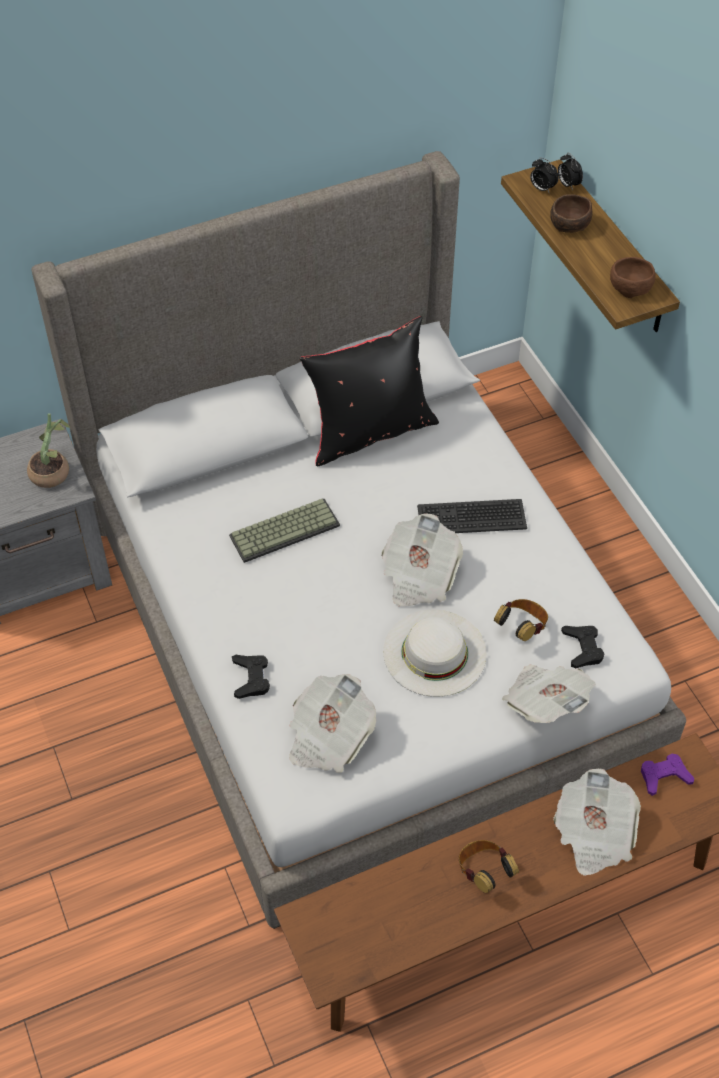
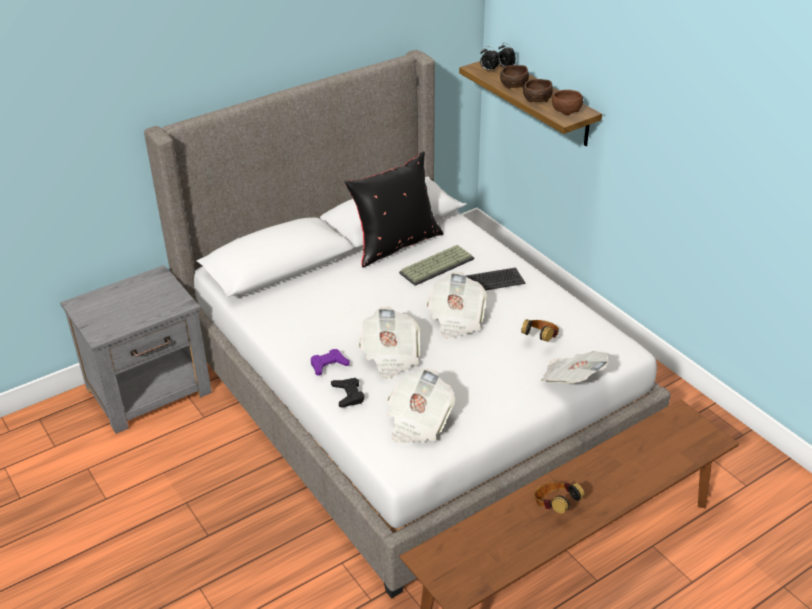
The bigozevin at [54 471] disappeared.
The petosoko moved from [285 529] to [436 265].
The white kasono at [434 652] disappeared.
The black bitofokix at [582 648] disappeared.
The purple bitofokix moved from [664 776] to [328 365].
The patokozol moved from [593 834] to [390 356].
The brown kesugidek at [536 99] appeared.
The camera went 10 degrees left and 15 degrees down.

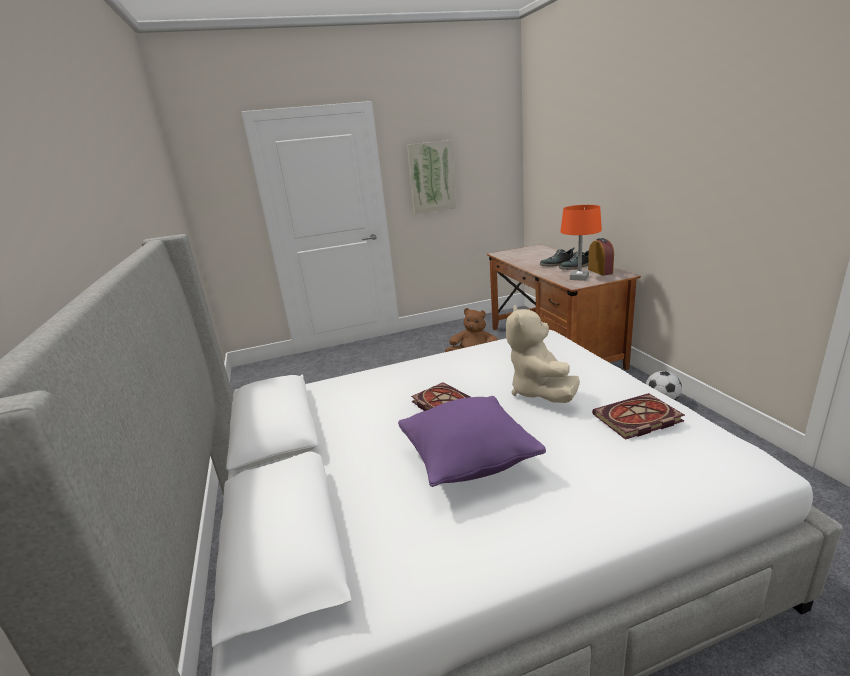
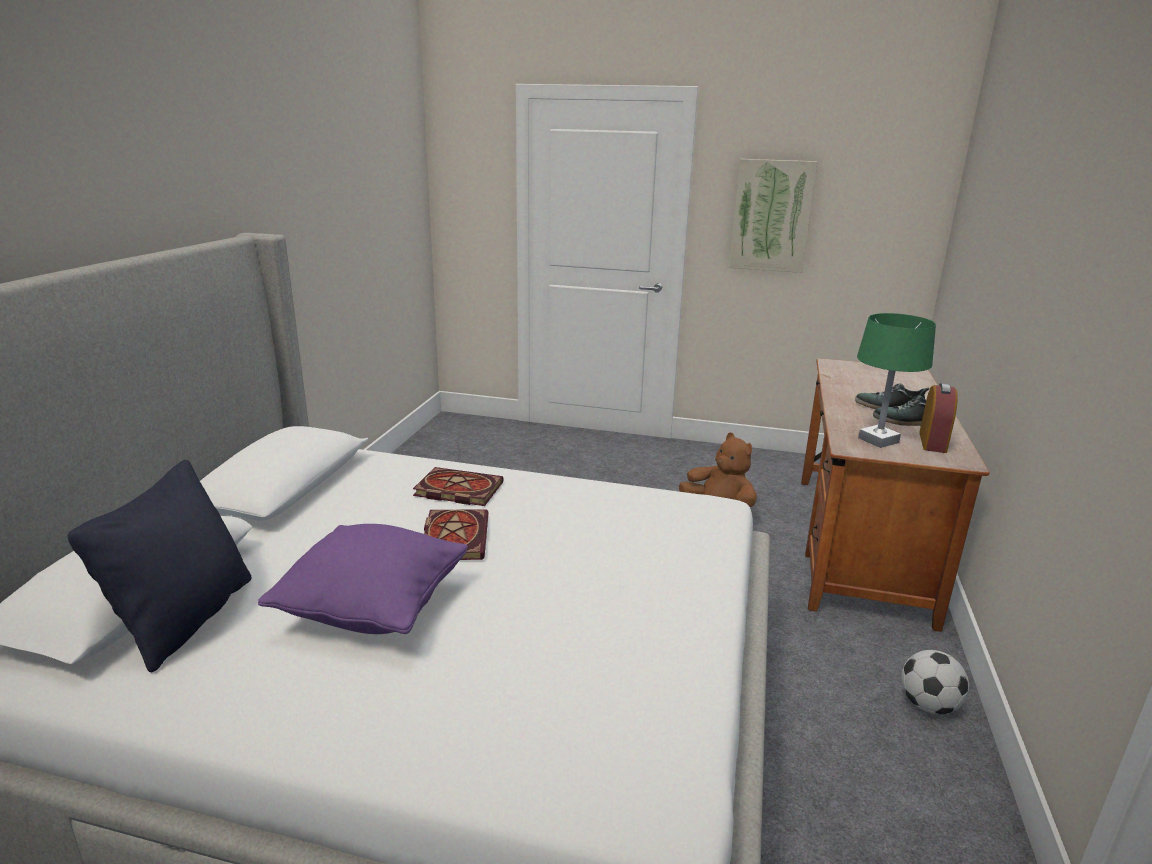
The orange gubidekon at [579 278] became the green gubidekon at [878 440].
The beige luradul at [539 392] disappeared.
The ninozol moved from [636 419] to [456 490].
The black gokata at [186 619] appeared.
The camera went 30 degrees right and 0 degrees up.

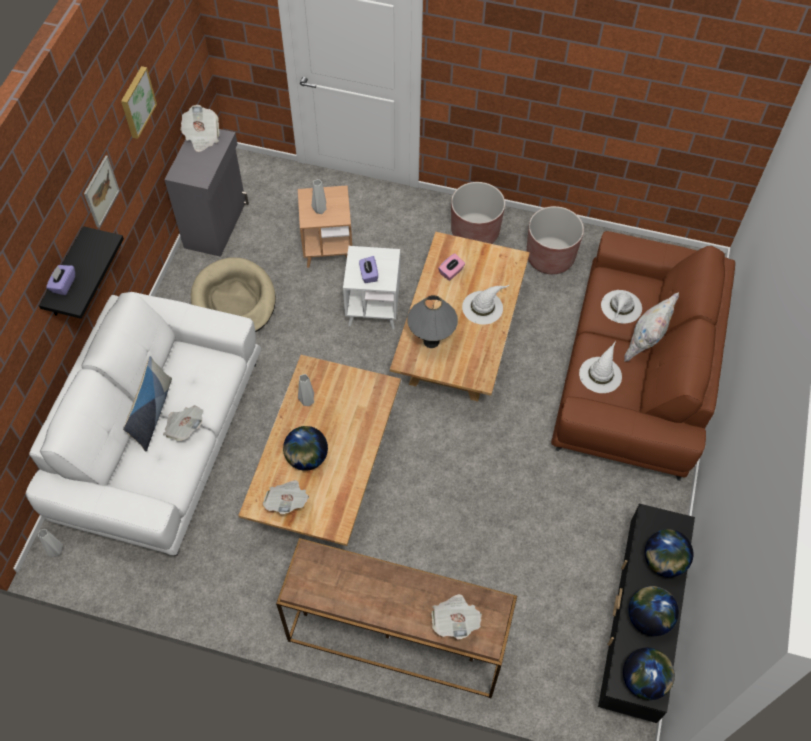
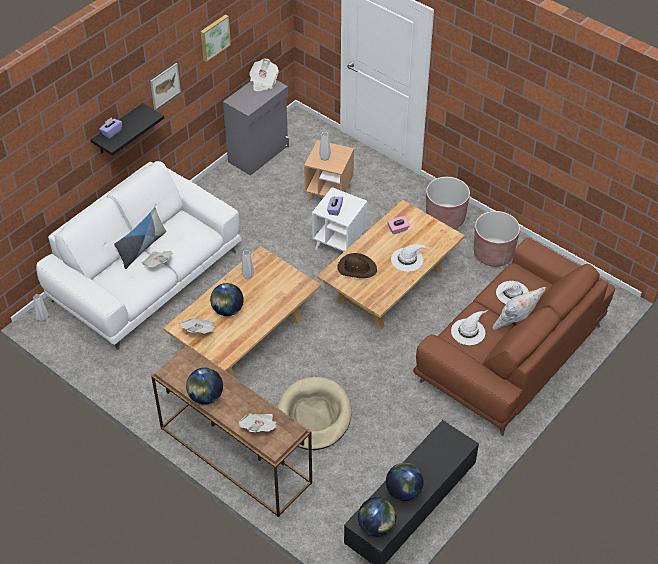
The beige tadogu moved from [234 301] to [314 416].
The grey gubidekon at [431 341] was replaced by the brown kasono at [356 268].
The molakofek moved from [663 561] to [205 396].
The camera went 25 degrees right and 10 degrees down.

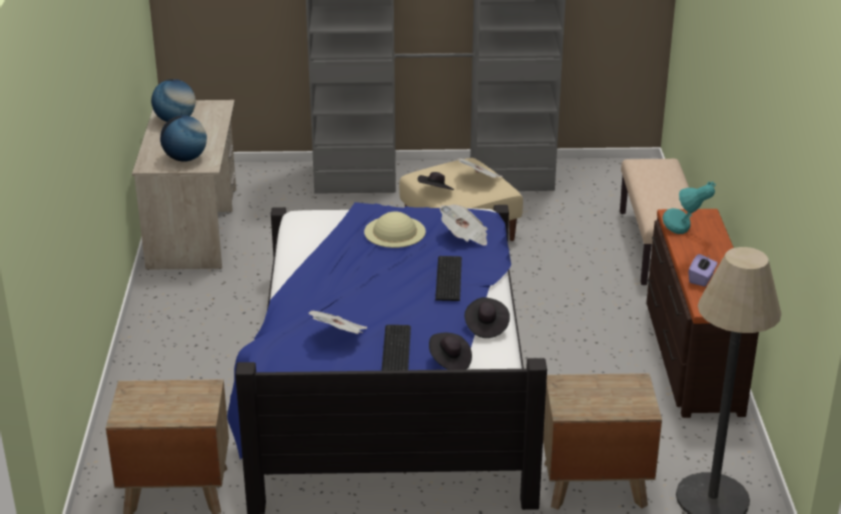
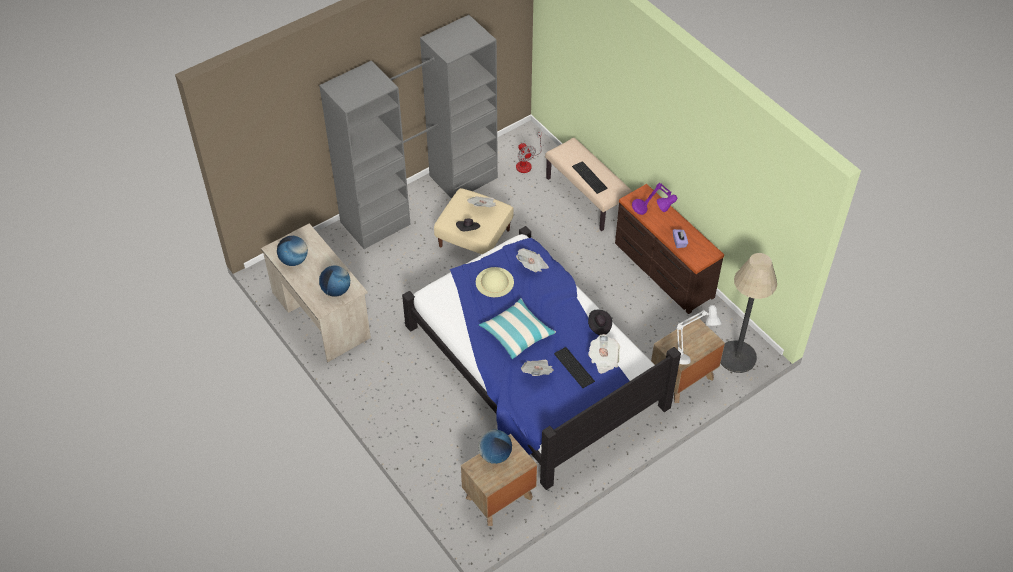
The turquoise gubidekon at [686 241] became the purple gubidekon at [652 217].
The petosoko moved from [447 279] to [589 178].
The black kasono at [449 361] was replaced by the patokozol at [603 359].
The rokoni at [526 163] appeared.
The gokata at [517 333] appeared.
The grey gubidekon at [691 351] appeared.
The molakofek at [495 455] appeared.
The camera went 35 degrees left and 20 degrees up.

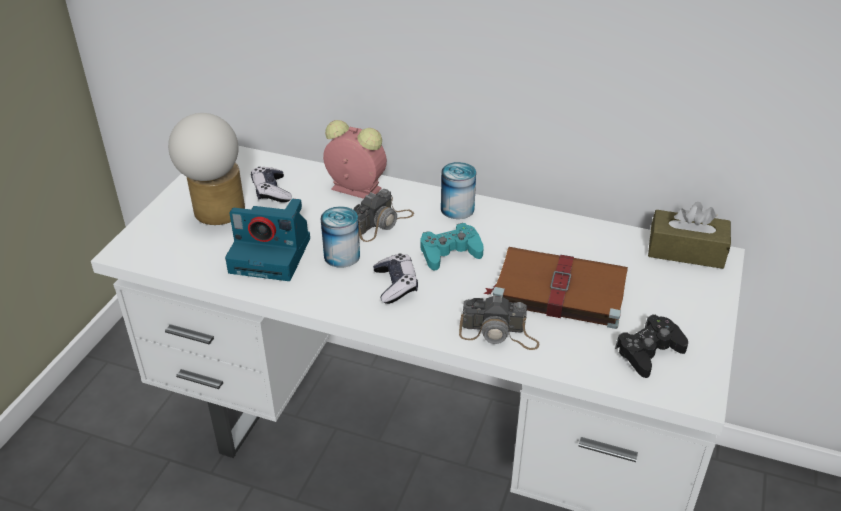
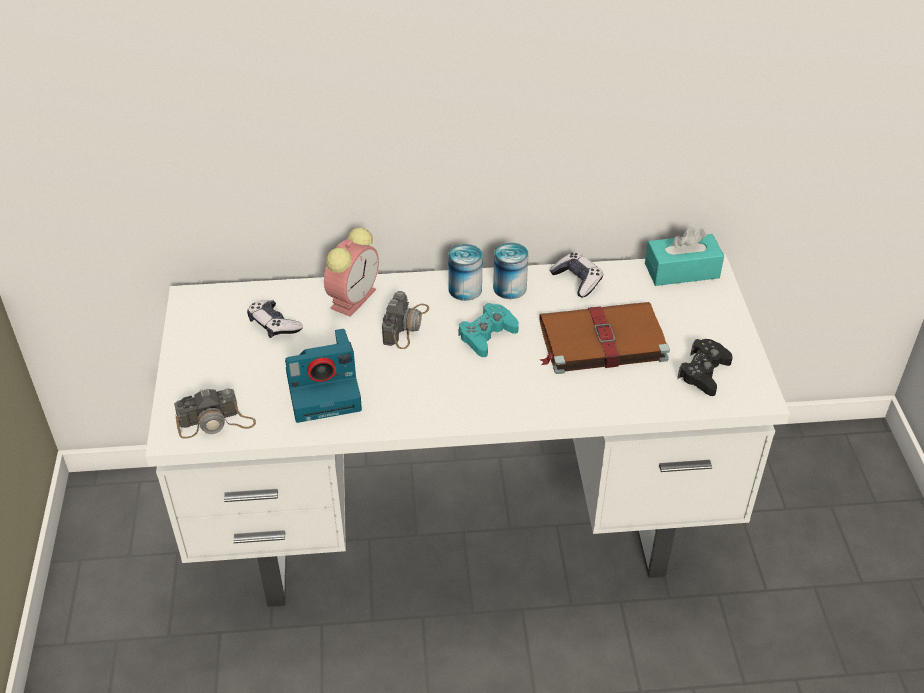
The gubidekon at [216 215] disappeared.
The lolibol at [354 189] turned 120 degrees clockwise.
The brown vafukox at [686 251] became the turquoise vafukox at [681 271].
The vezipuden moved from [342 256] to [510 288].
The bitofokix moved from [396 285] to [577 280].
The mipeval moved from [499 334] to [216 423].
The camera went 25 degrees left and 5 degrees up.

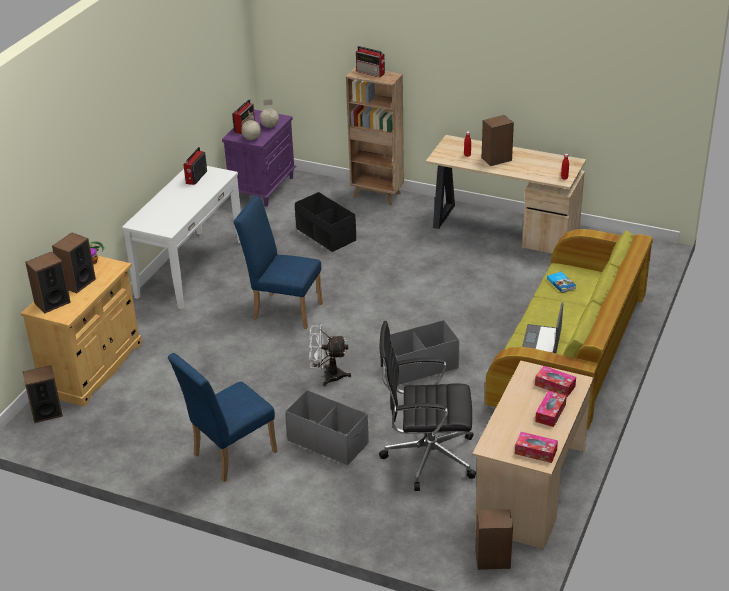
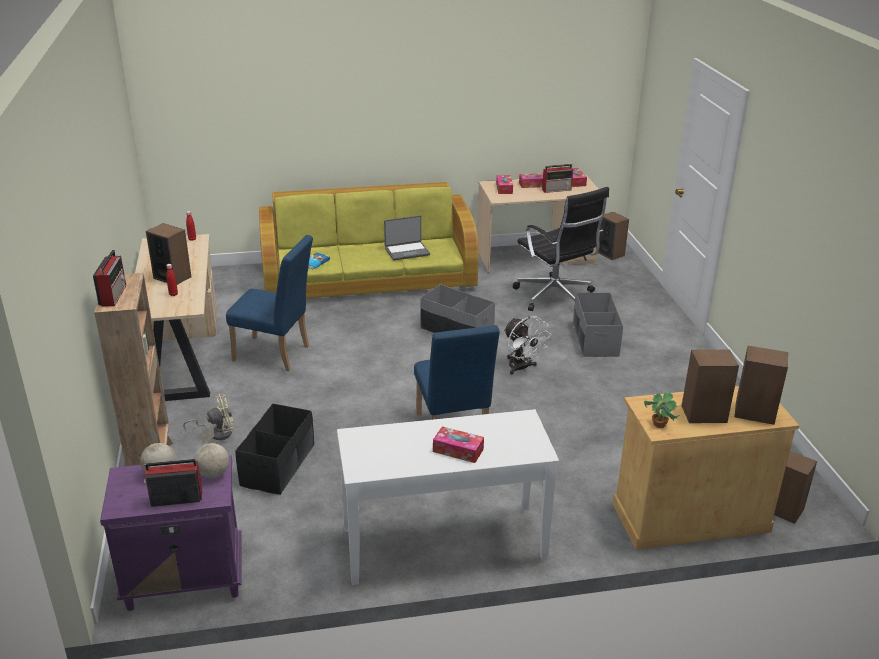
The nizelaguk moved from [196 177] to [557 189].
The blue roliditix moved from [229 455] to [276 354].
The beige rokoni at [217 433] appeared.
The vafukox at [458 450] appeared.
The camera went 125 degrees left and 5 degrees down.

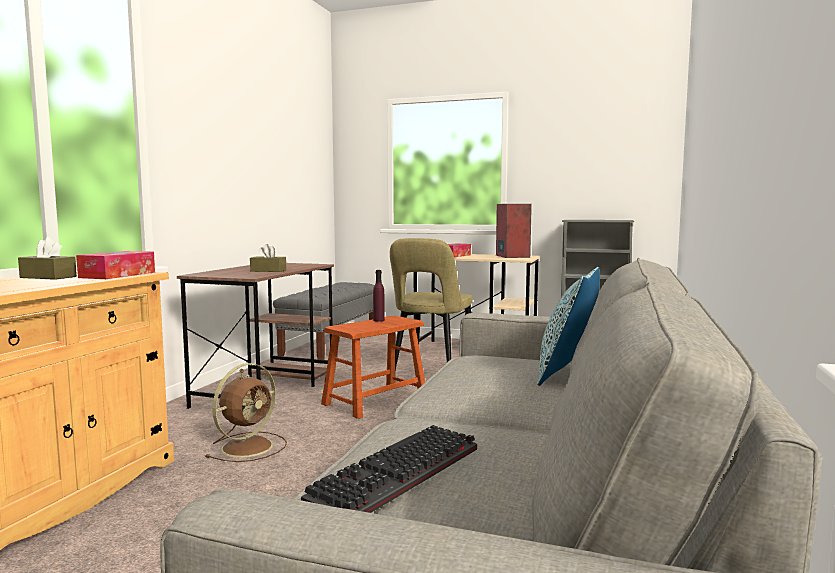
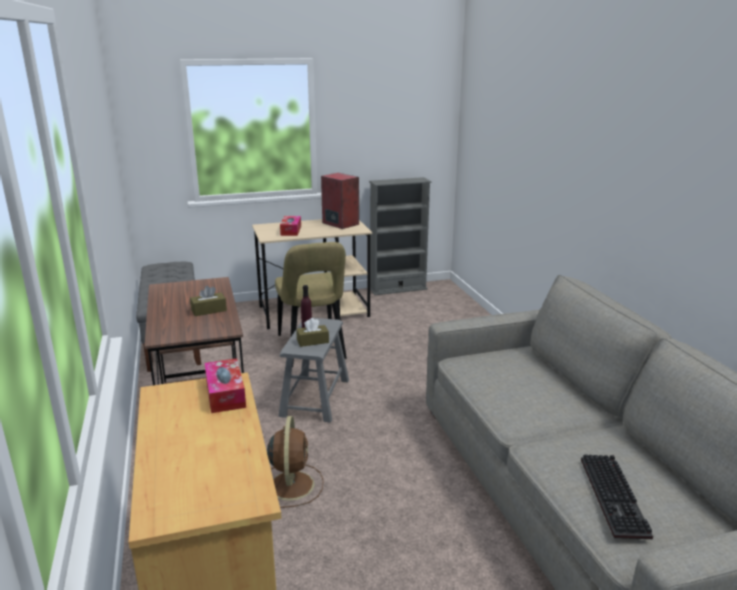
The brown vafukox moved from [48 277] to [312 341].
The gokata at [567 373] disappeared.
The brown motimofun at [375 400] became the grey motimofun at [315 397].
The camera went 35 degrees left and 15 degrees up.

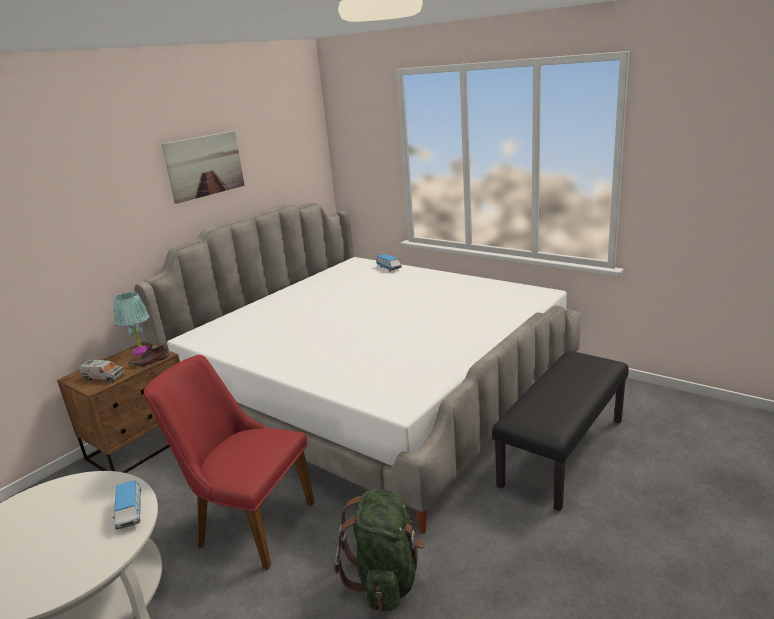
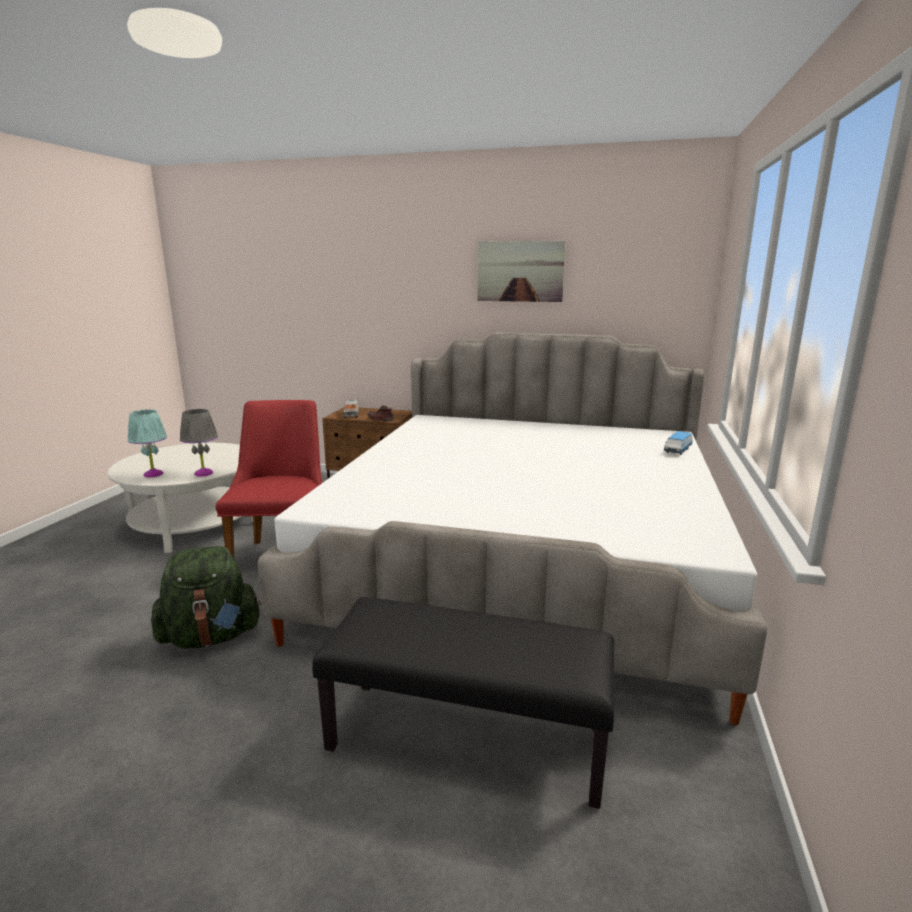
The turquoise gubidekon moved from [140 351] to [153 474].
The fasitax at [130 513] was replaced by the grey gubidekon at [204 473].
The camera went 65 degrees right and 5 degrees down.

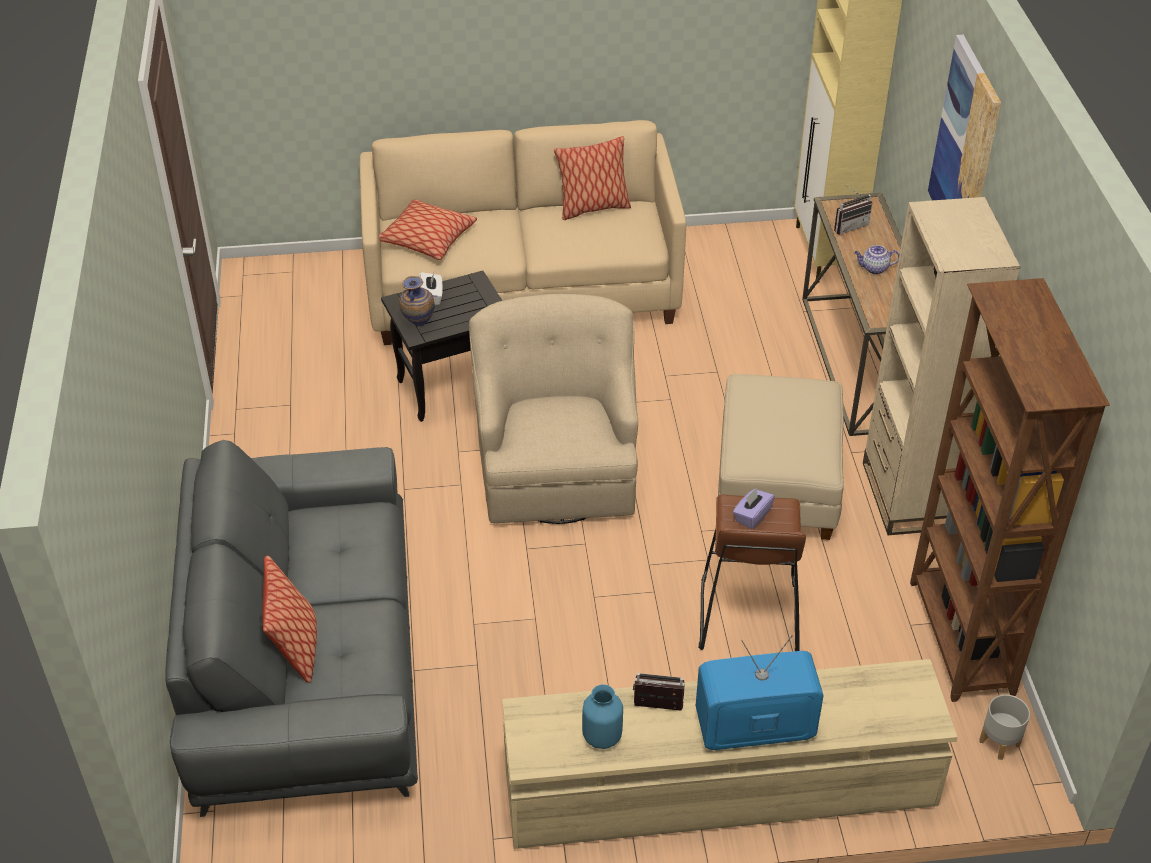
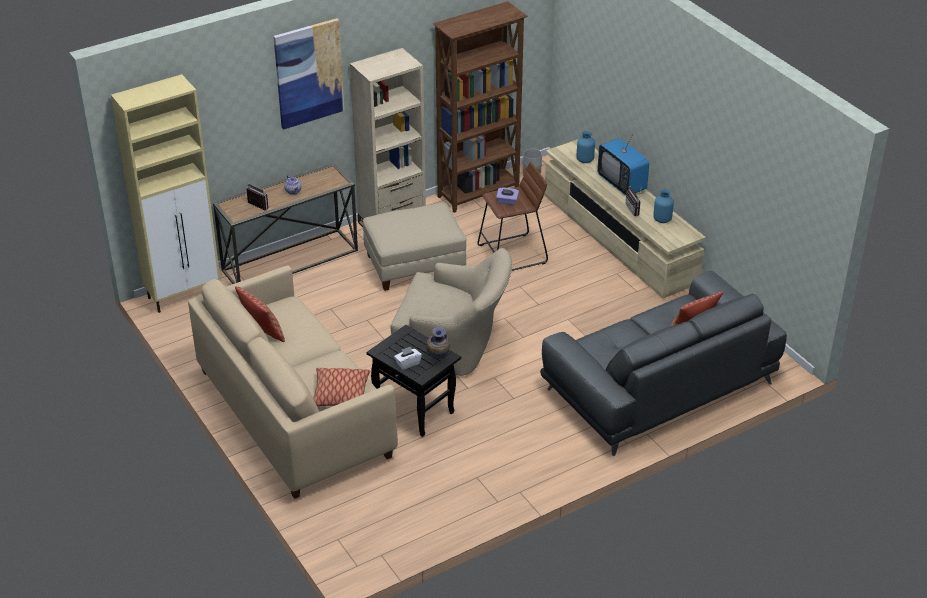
The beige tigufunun at [556 467] turned 135 degrees counterclockwise.
The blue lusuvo at [584 160] appeared.
The camera went 115 degrees left and 5 degrees down.

